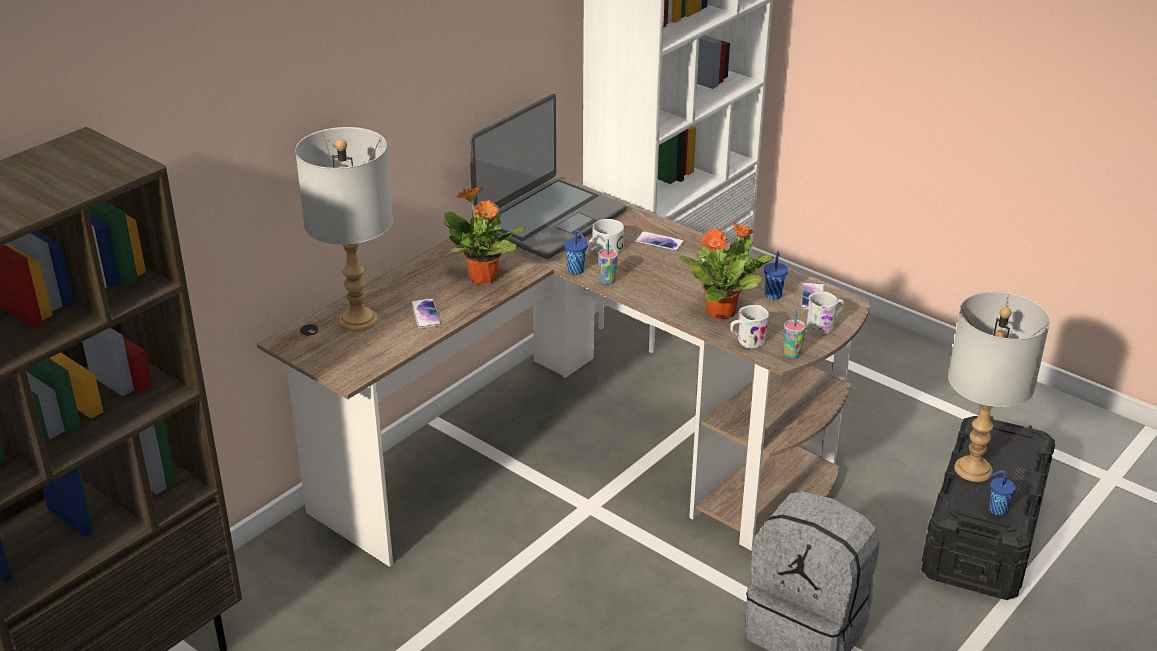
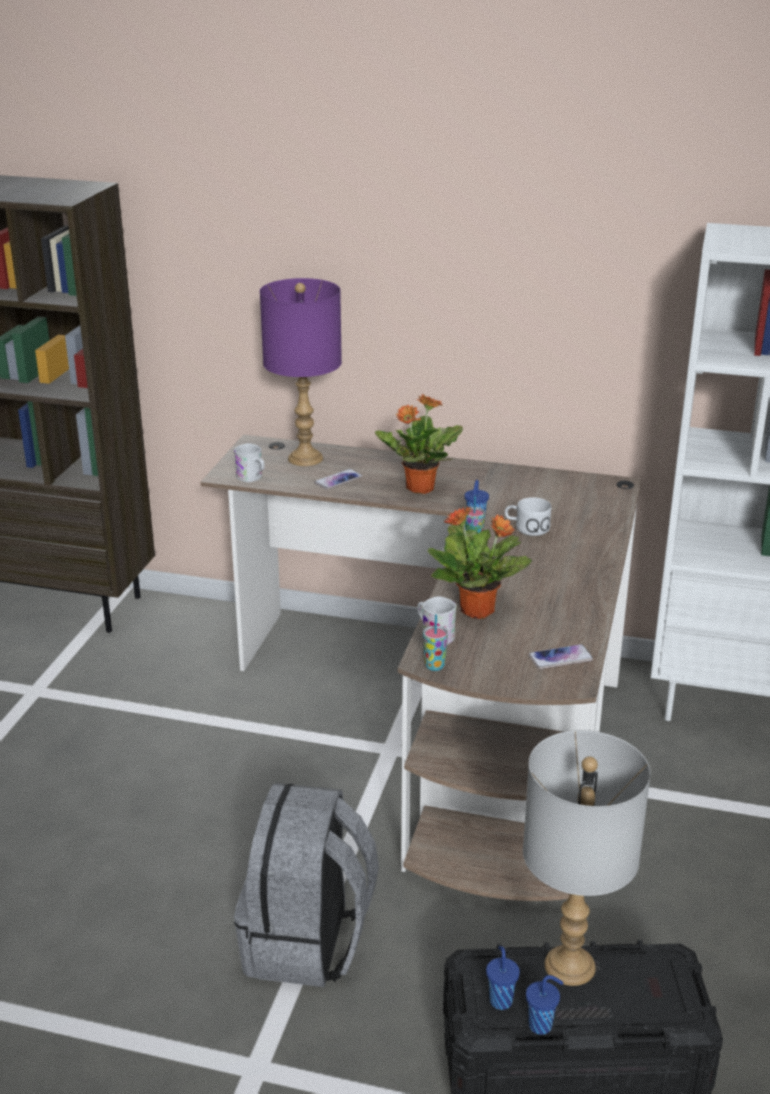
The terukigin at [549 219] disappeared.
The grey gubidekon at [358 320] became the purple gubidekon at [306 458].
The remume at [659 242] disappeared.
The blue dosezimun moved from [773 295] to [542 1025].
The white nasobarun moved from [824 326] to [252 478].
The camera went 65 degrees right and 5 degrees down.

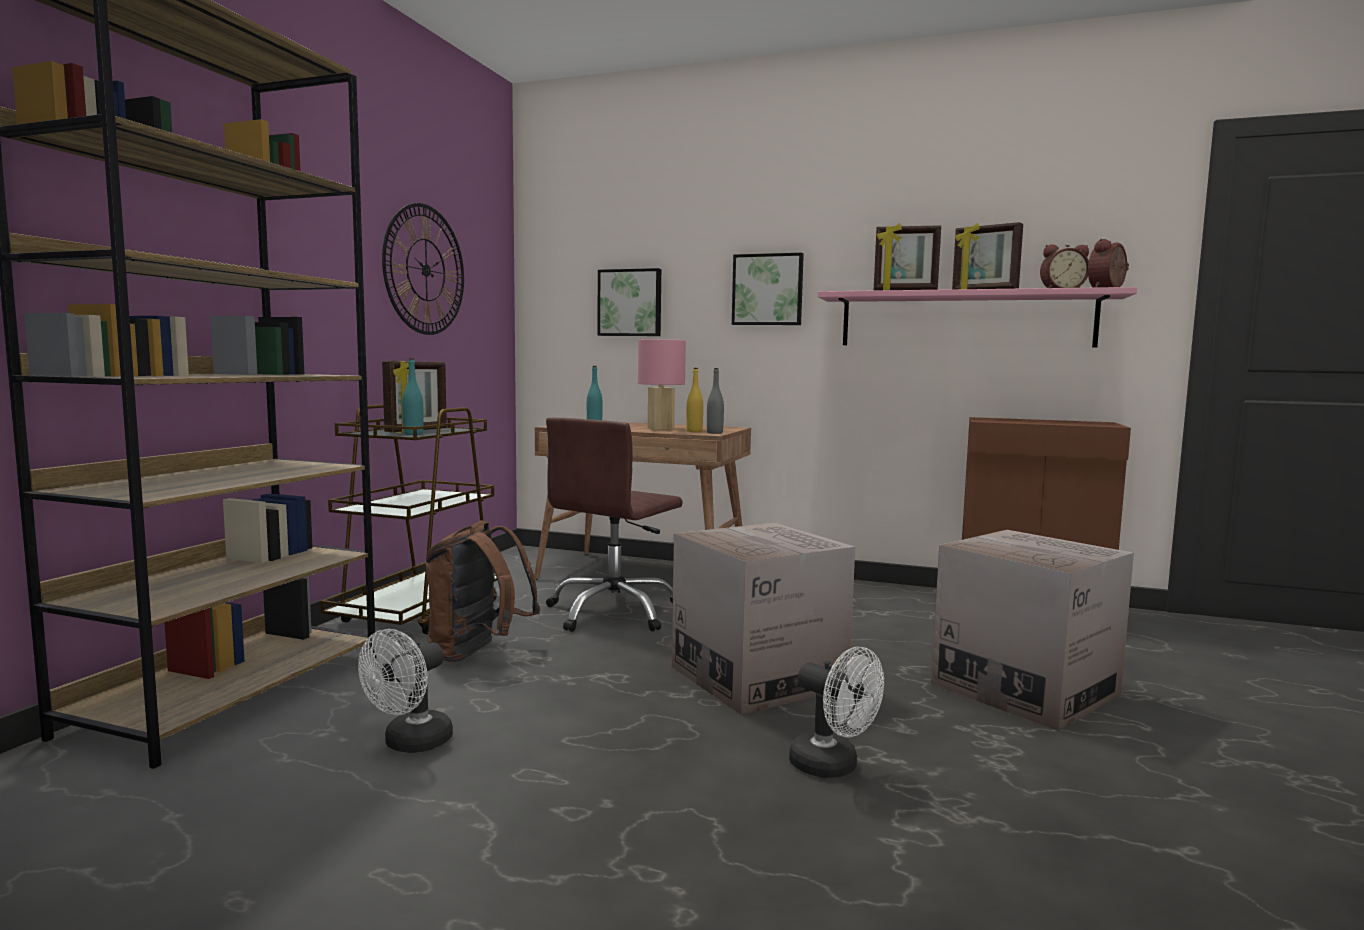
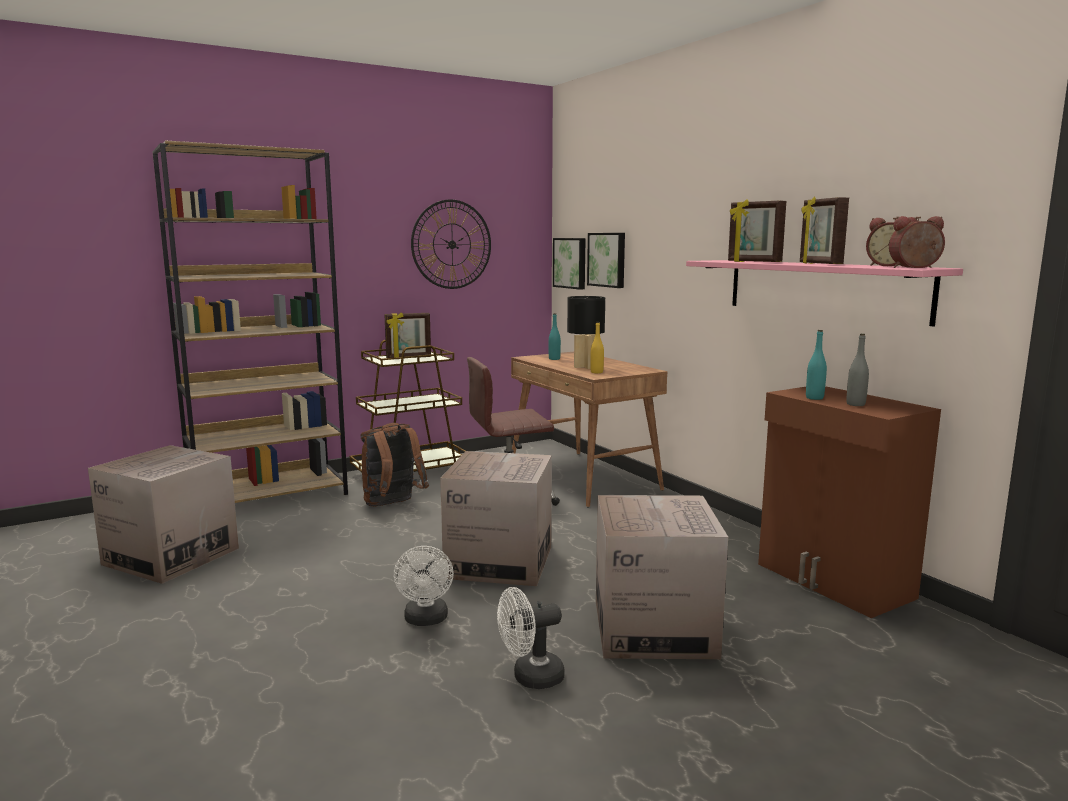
The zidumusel moved from [768 290] to [571 263].
The pink gubidekon at [661 429] became the black gubidekon at [585 367].
The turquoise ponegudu moved from [413 434] to [814 398].
The grey ponegudu moved from [714 433] to [855 404].
The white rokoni moved from [410 744] to [530 678].
The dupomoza at [171 556] appeared.
The camera went 40 degrees right and 5 degrees up.

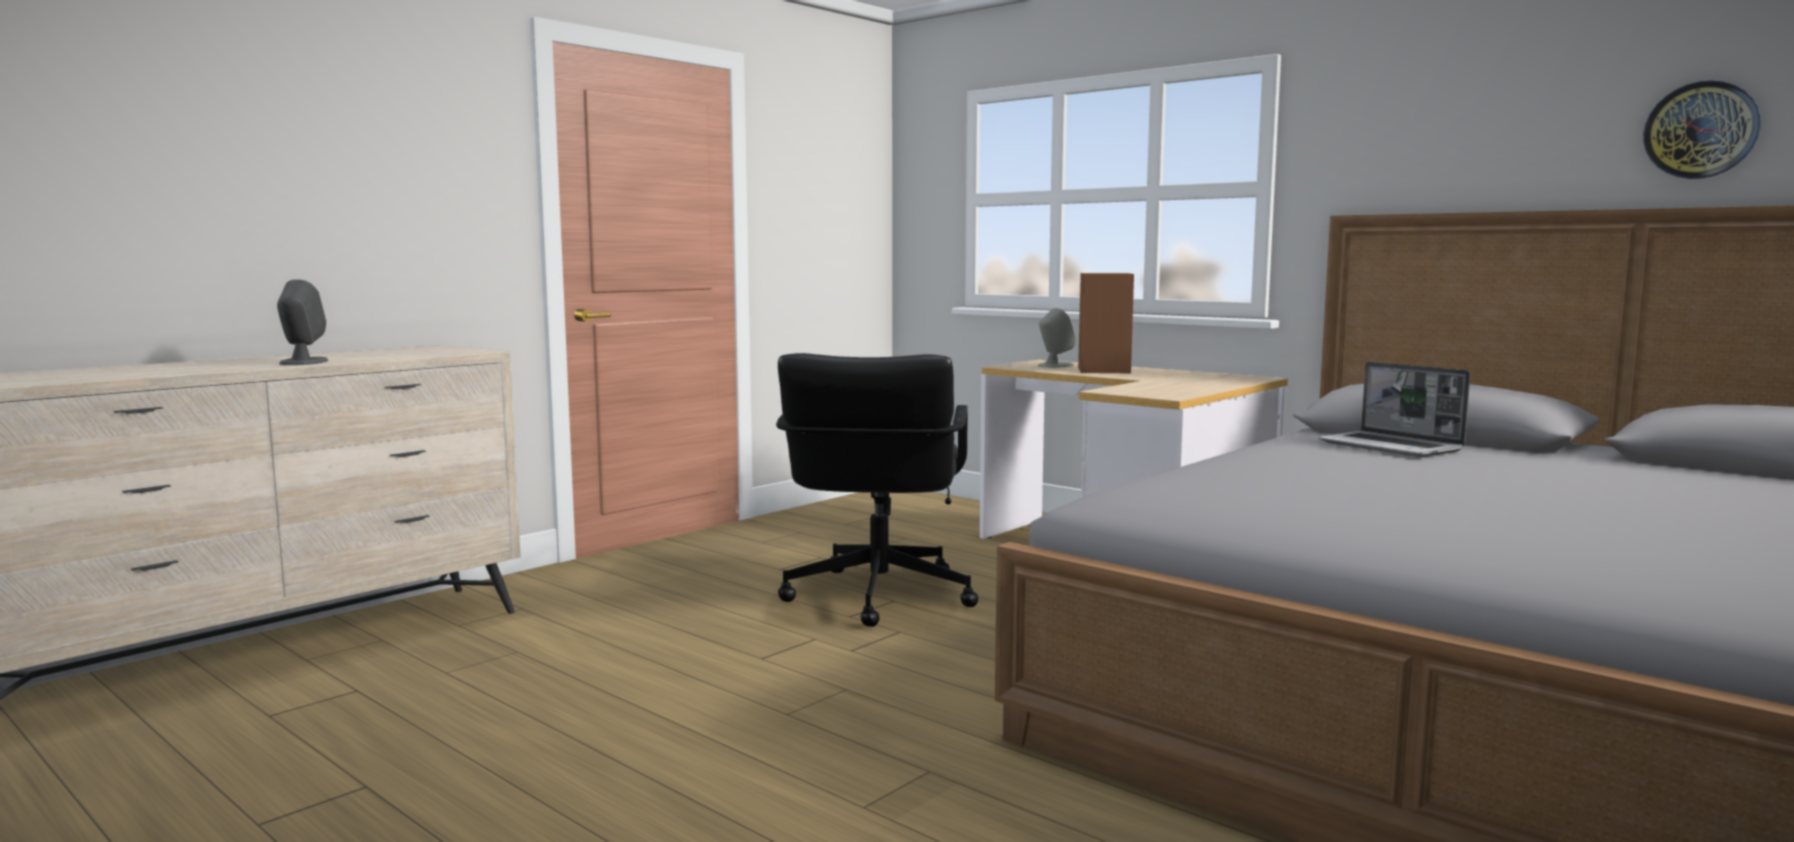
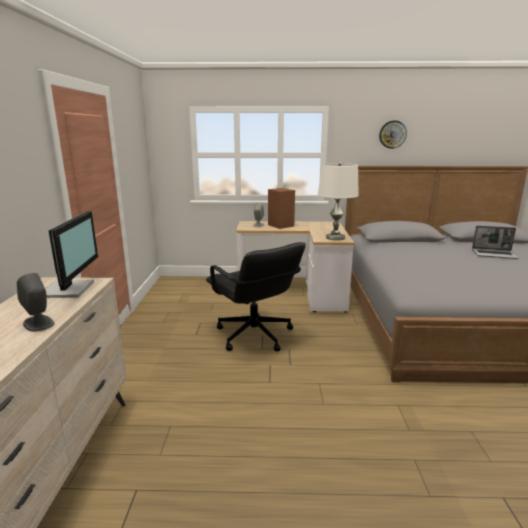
The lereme moved from [1701 130] to [392 134].
The terukigin moved from [1392 447] to [494 254].
The white gubidekon at [335 238] appeared.
The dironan at [69 289] appeared.
The camera went 40 degrees left and 10 degrees up.

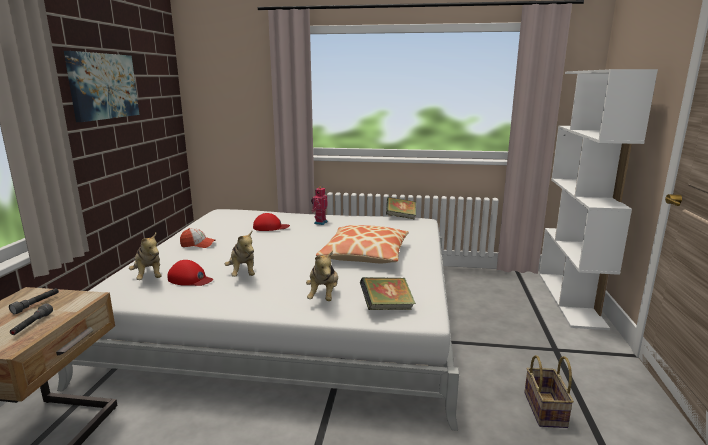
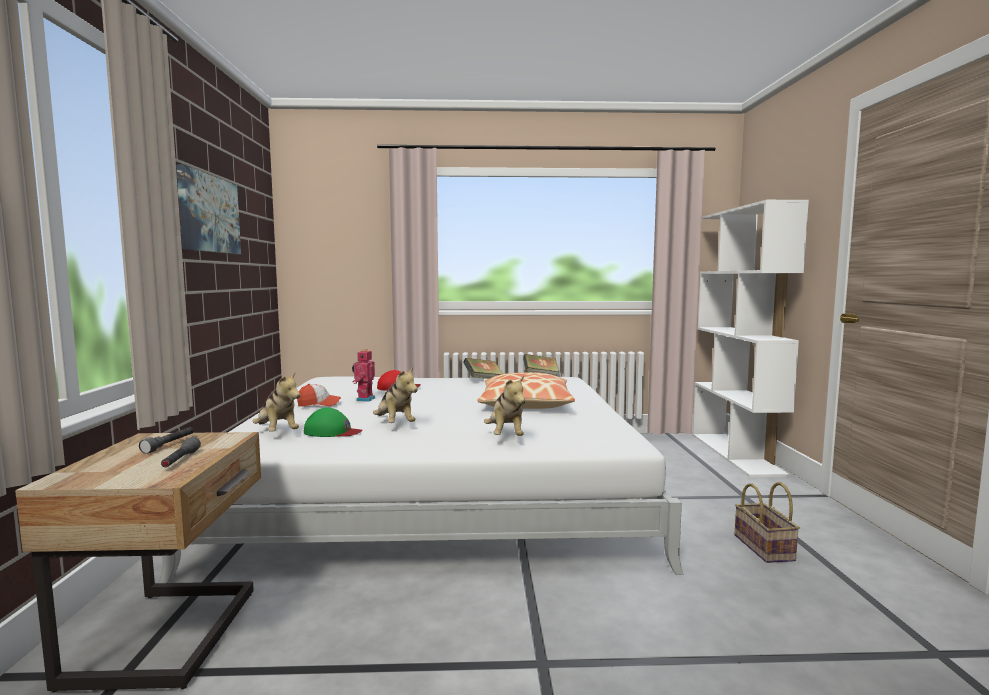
The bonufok moved from [320 222] to [364 399].
The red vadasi at [190 279] became the green vadasi at [332 432].
The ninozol moved from [387 308] to [483 380].
The camera went 10 degrees left and 10 degrees down.

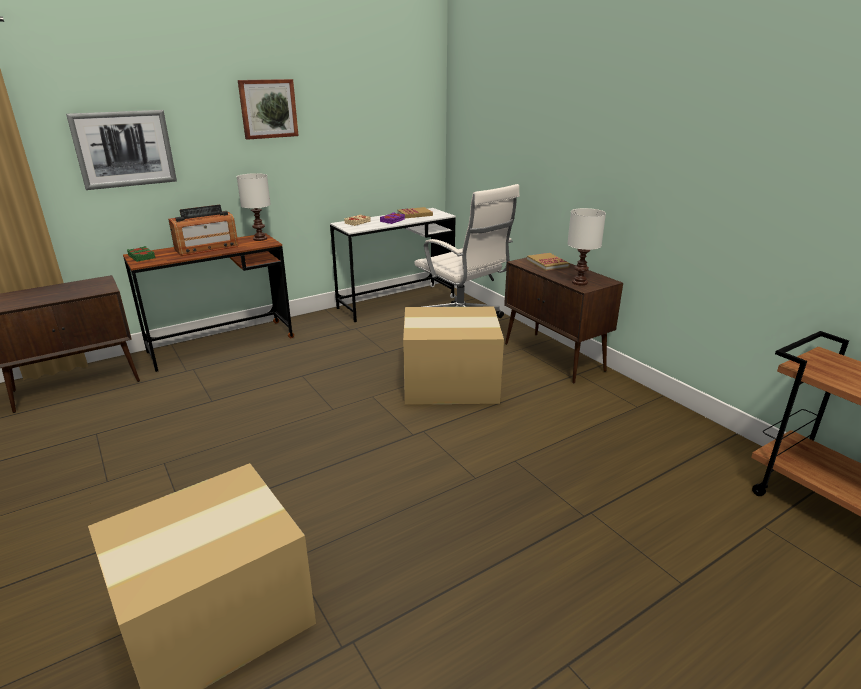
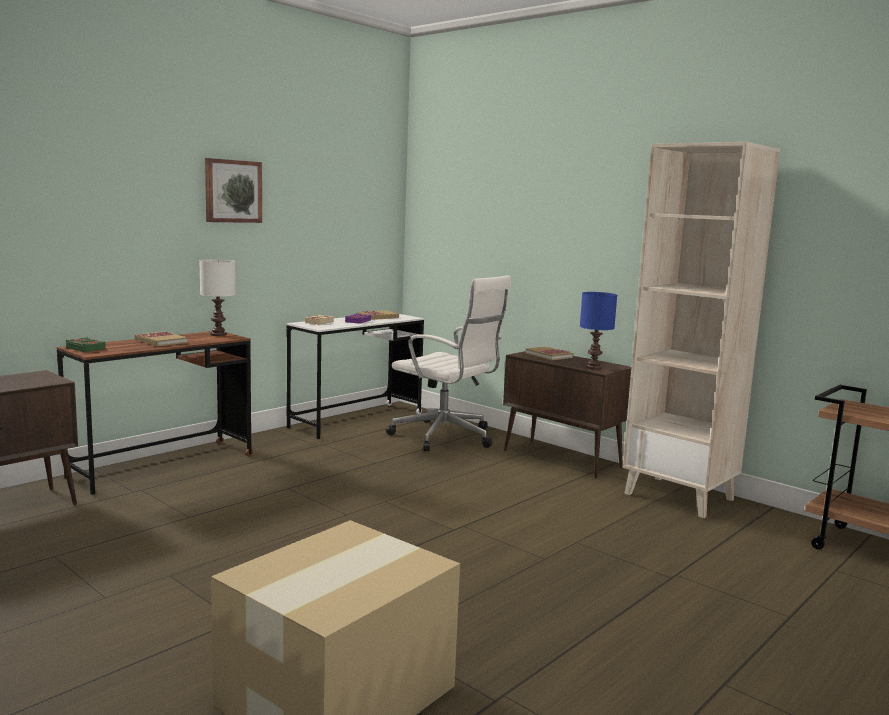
The zidumusel at [124 149] disappeared.
The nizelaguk at [206 248] was replaced by the ninozol at [161 341].
The white gubidekon at [579 282] became the blue gubidekon at [593 367].
The dupomoza at [448 383] disappeared.
The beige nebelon at [680 496] appeared.
The camera went 15 degrees left and 15 degrees down.

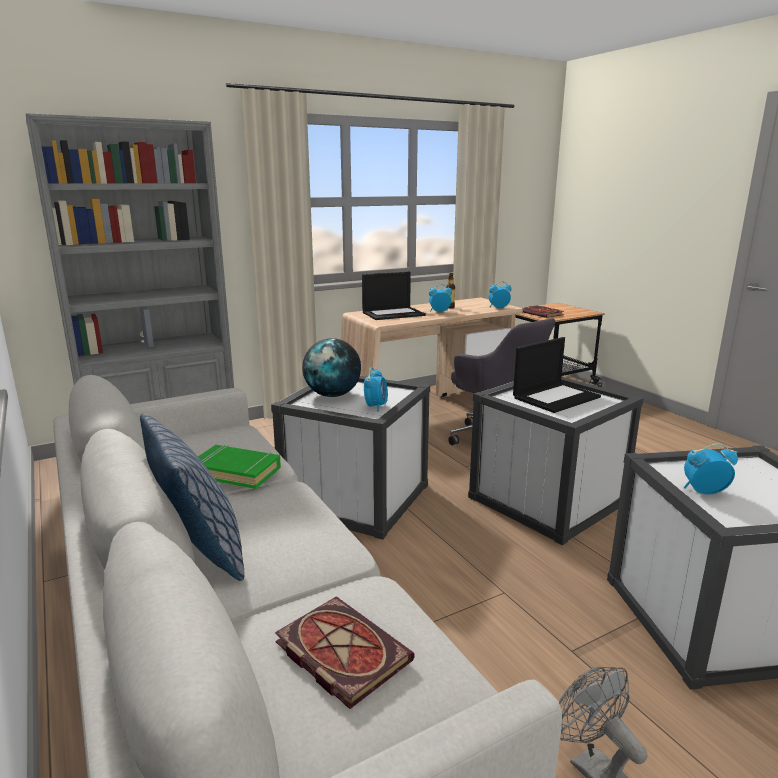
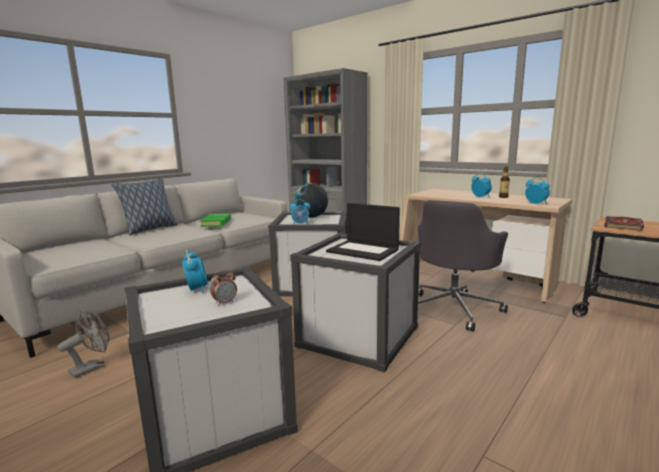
The terukigin at [393 314] disappeared.
The ninozol at [338 652] disappeared.
The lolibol at [225 302] appeared.
The camera went 70 degrees right and 5 degrees down.

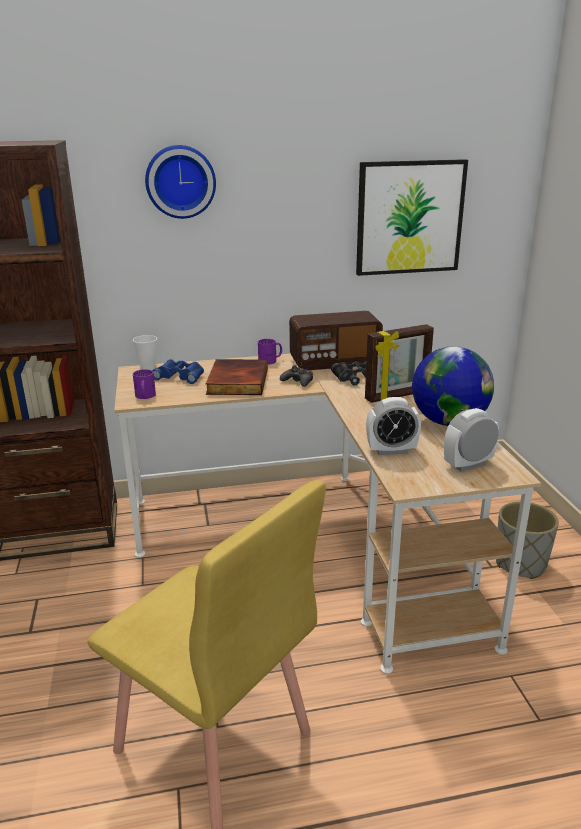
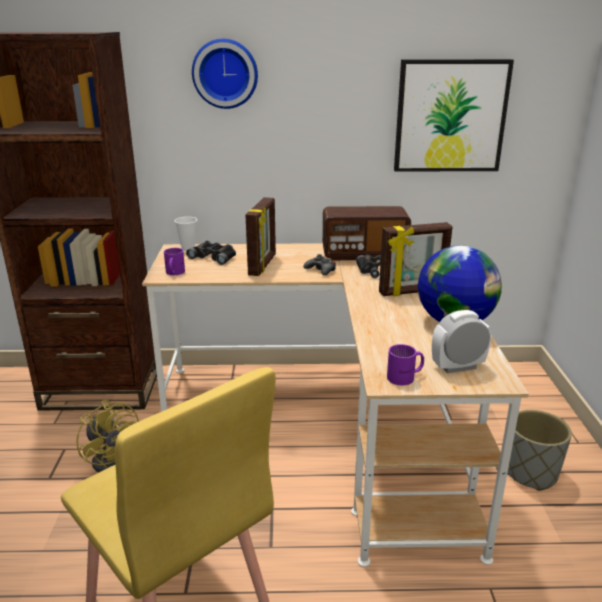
The purple nasobarun moved from [271 360] to [405 377].
The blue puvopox at [180 376] became the black puvopox at [214 256].
The ninozol at [236 381] was replaced by the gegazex at [263 265].
The lolibol at [391 450] disappeared.
The yellow rokoni at [113 457] appeared.
The camera went 10 degrees right and 0 degrees up.

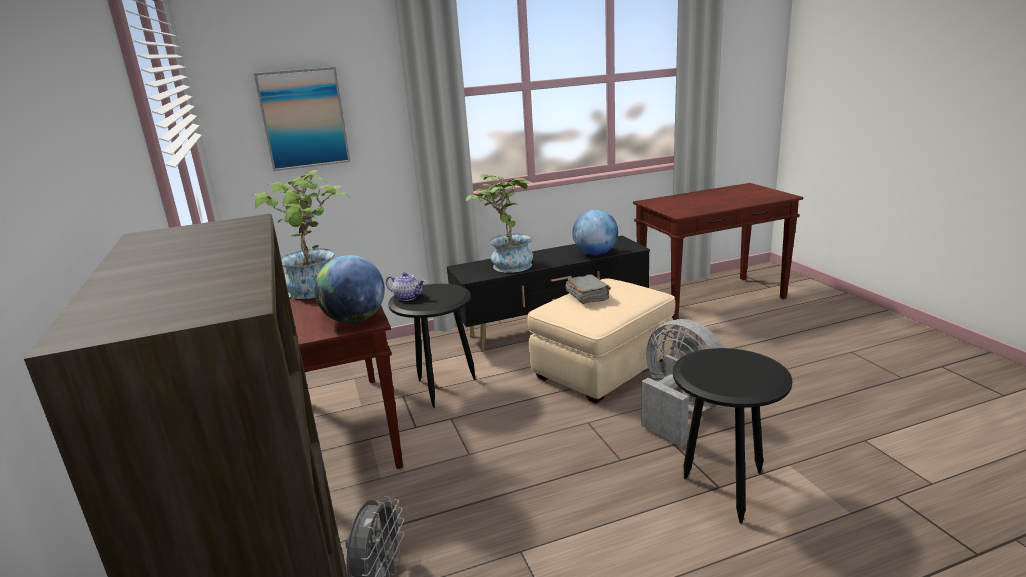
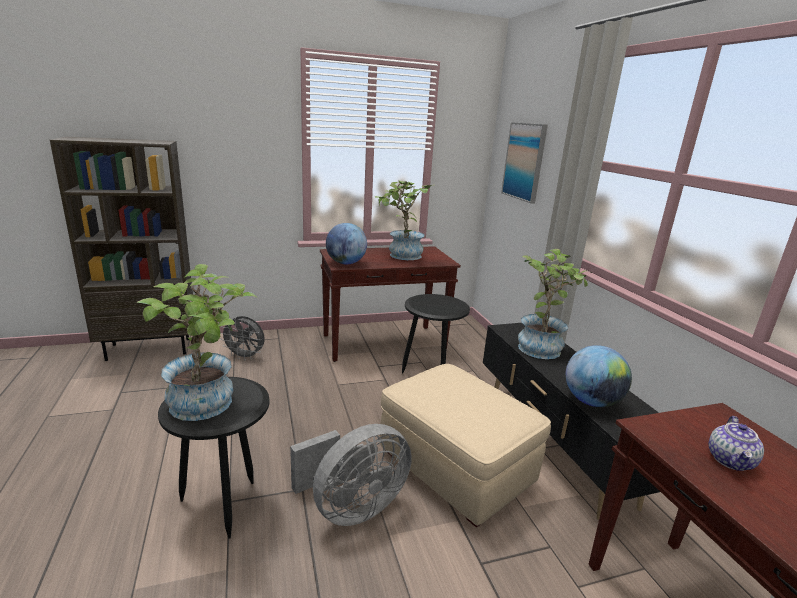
The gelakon moved from [408 297] to [731 461].
The grey ninozol at [587 297] disappeared.
The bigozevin at [208 406] appeared.
The camera went 90 degrees right and 0 degrees up.

